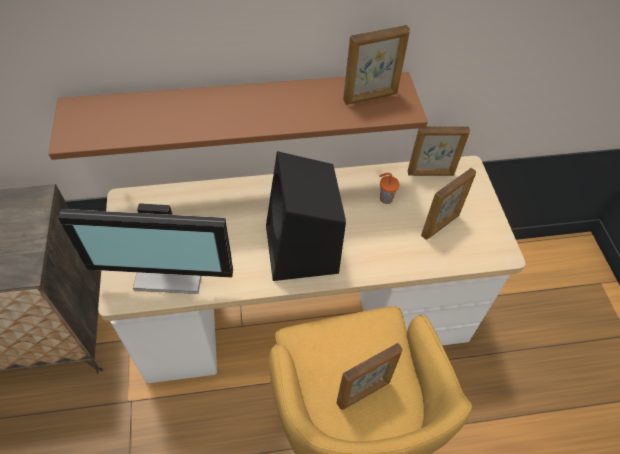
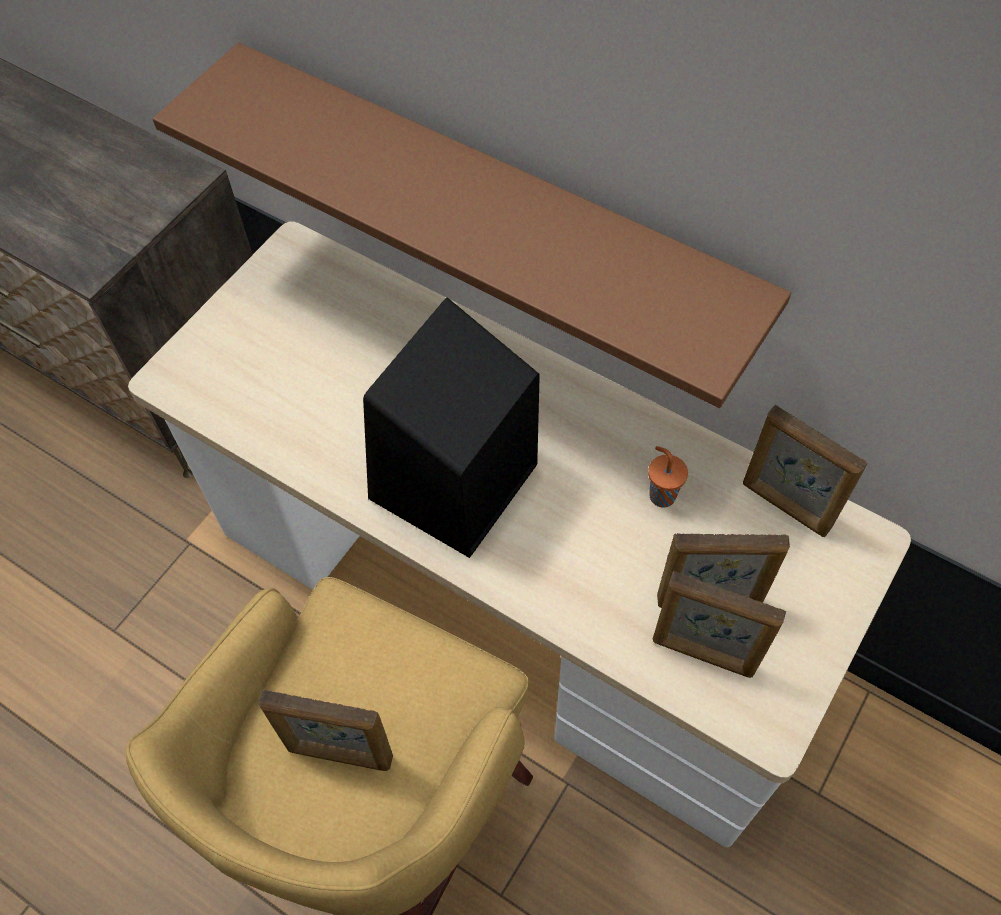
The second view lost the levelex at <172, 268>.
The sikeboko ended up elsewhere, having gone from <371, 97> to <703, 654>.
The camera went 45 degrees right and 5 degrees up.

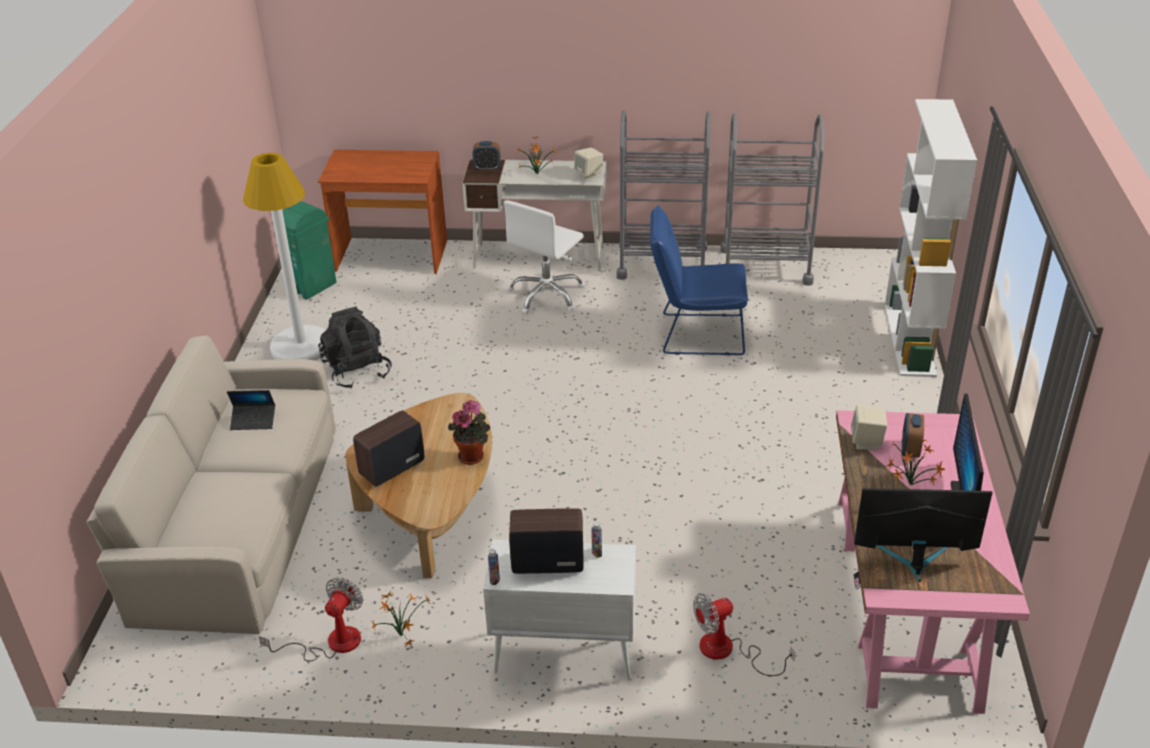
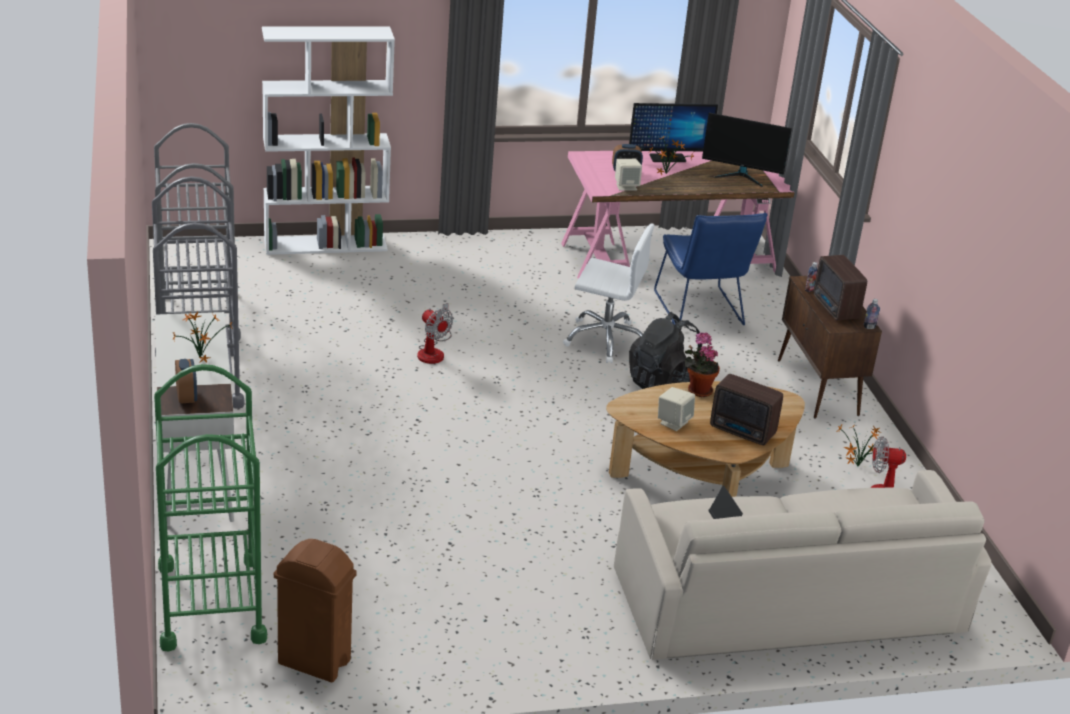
The second view lost the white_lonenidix at <301, 346>.
What was the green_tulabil at <314, 287> turned into the brown_tulabil at <313, 661>.
Where the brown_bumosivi stood at <391, 256>, the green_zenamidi came to stand at <211, 603>.
The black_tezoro ended up elsewhere, having gone from <357, 371> to <663, 383>.
What was the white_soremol at <562, 654> turned into the brown_soremol at <818, 388>.
The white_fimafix ended up elsewhere, having gone from <547, 295> to <606, 340>.
The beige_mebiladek ended up elsewhere, having gone from <589, 175> to <673, 422>.
The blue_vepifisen ended up elsewhere, having gone from <695, 334> to <700, 312>.
The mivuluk ended up elsewhere, having gone from <728, 651> to <433, 351>.
The levelex at <914, 560> ended up facing another way, 60 degrees counterclockwise from before.
The camera went 110 degrees left and 5 degrees down.

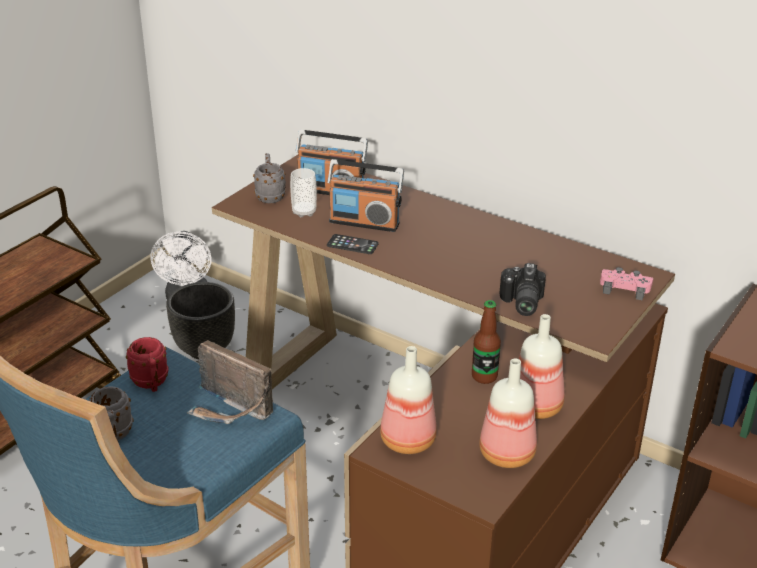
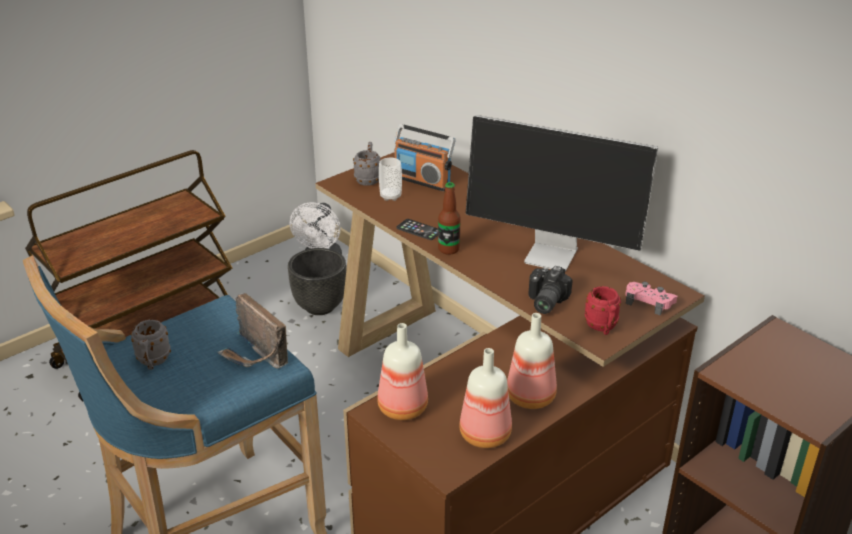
The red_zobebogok ended up elsewhere, having gone from <151, 384> to <602, 328>.
The second view lost the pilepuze at <364, 222>.
The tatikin ended up elsewhere, having gone from <484, 376> to <448, 249>.
The second view gained the levelex at <553, 255>.
The camera went 15 degrees right and 0 degrees up.

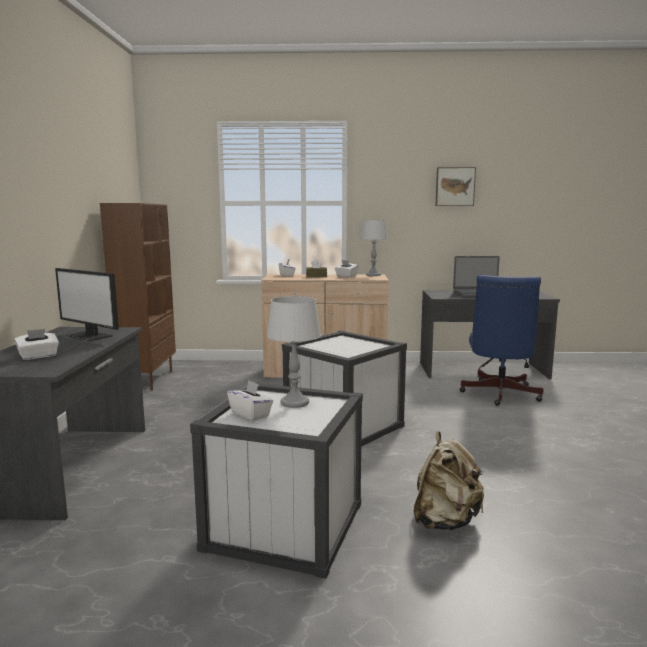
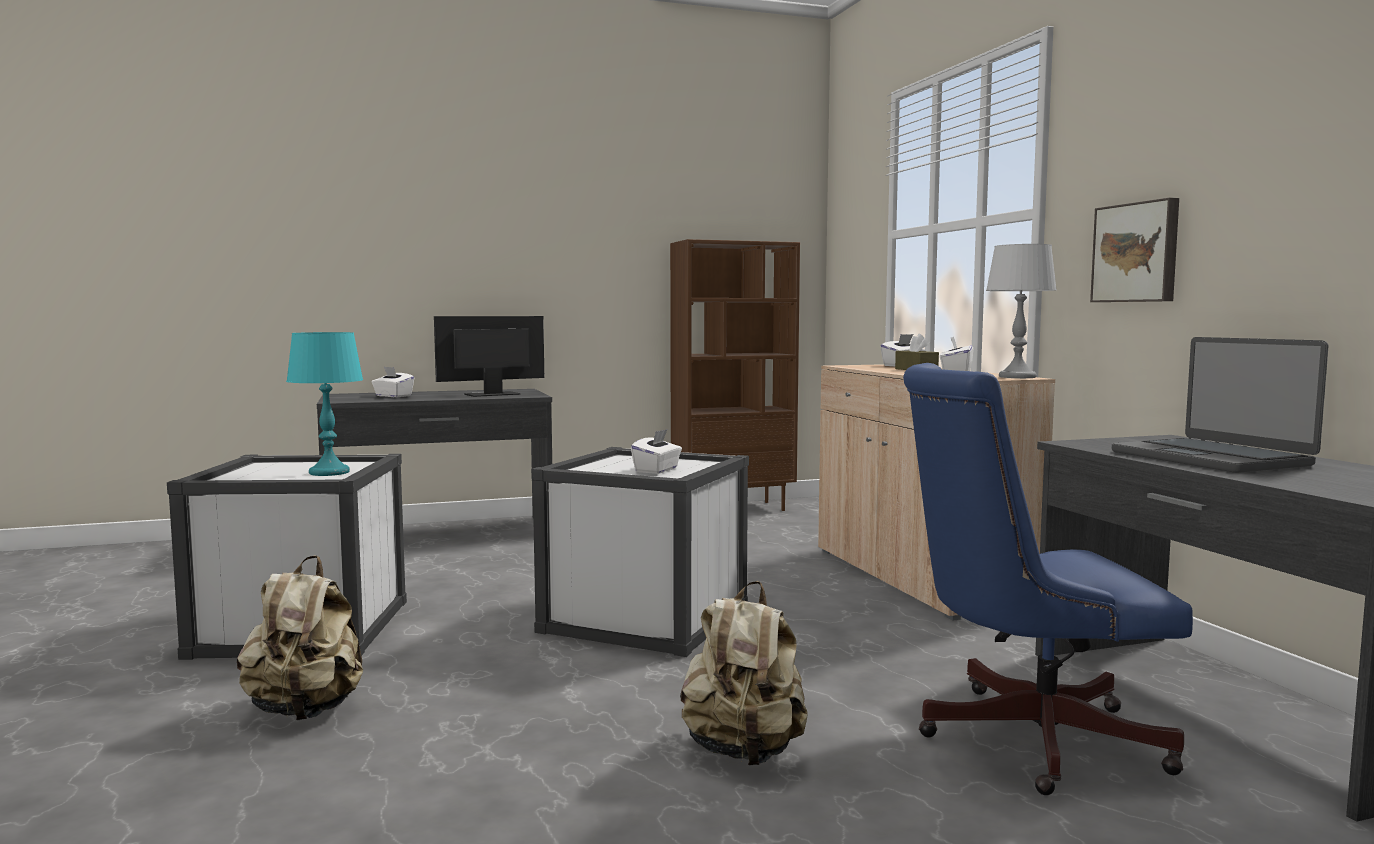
The levelex at <90, 336> ended up facing another way, 45 degrees clockwise from before.
The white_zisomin ended up elsewhere, having gone from <250, 414> to <657, 470>.
What was the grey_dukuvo at <295, 402> turned into the turquoise_dukuvo at <329, 472>.
The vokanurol ended up elsewhere, having gone from <455, 186> to <1137, 253>.
The second view gained the beige_tezoro at <744, 752>.
The camera went 70 degrees right and 5 degrees down.

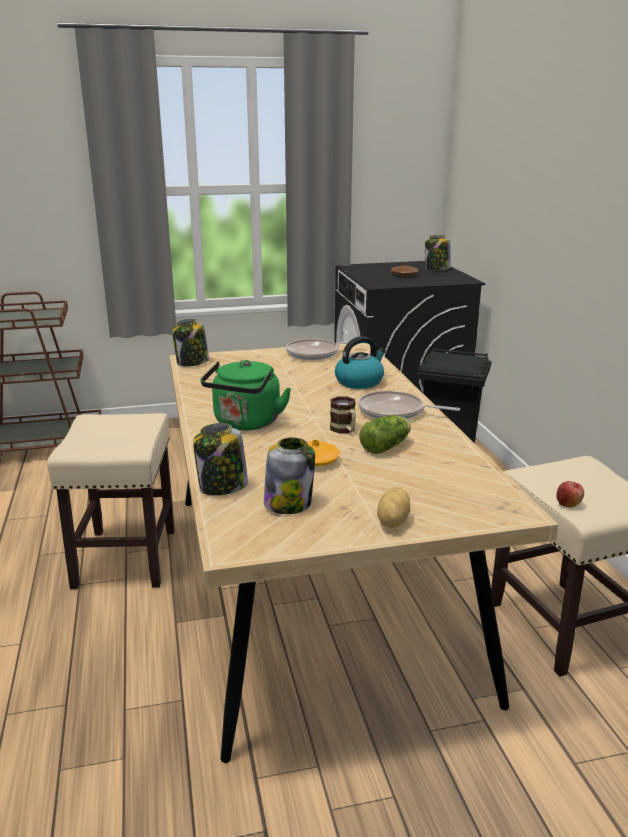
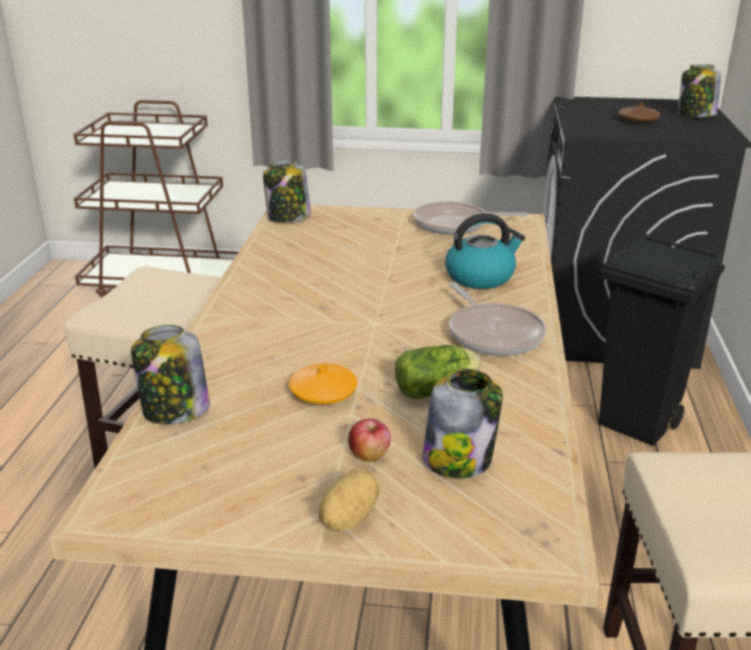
The second view lost the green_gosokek at <246, 424>.
The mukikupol ended up elsewhere, having gone from <289, 503> to <459, 459>.
The second view lost the zobebogok at <345, 430>.
The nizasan at <395, 412> ended up facing another way, 150 degrees counterclockwise from before.
The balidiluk ended up elsewhere, having gone from <568, 503> to <369, 454>.
The camera went 20 degrees right and 5 degrees up.

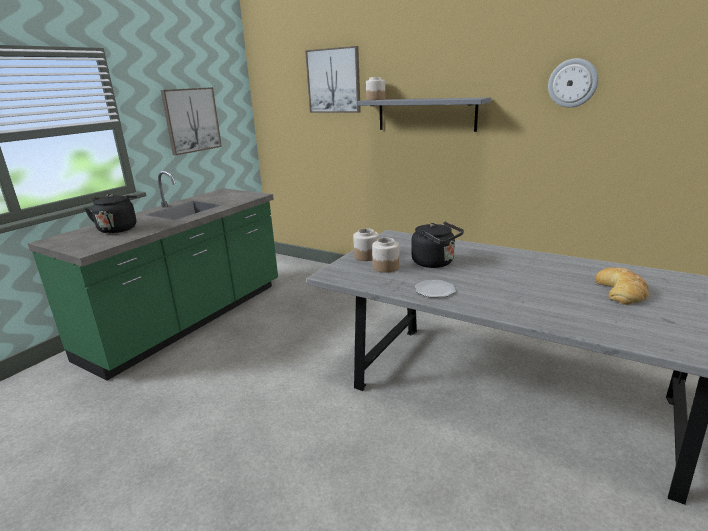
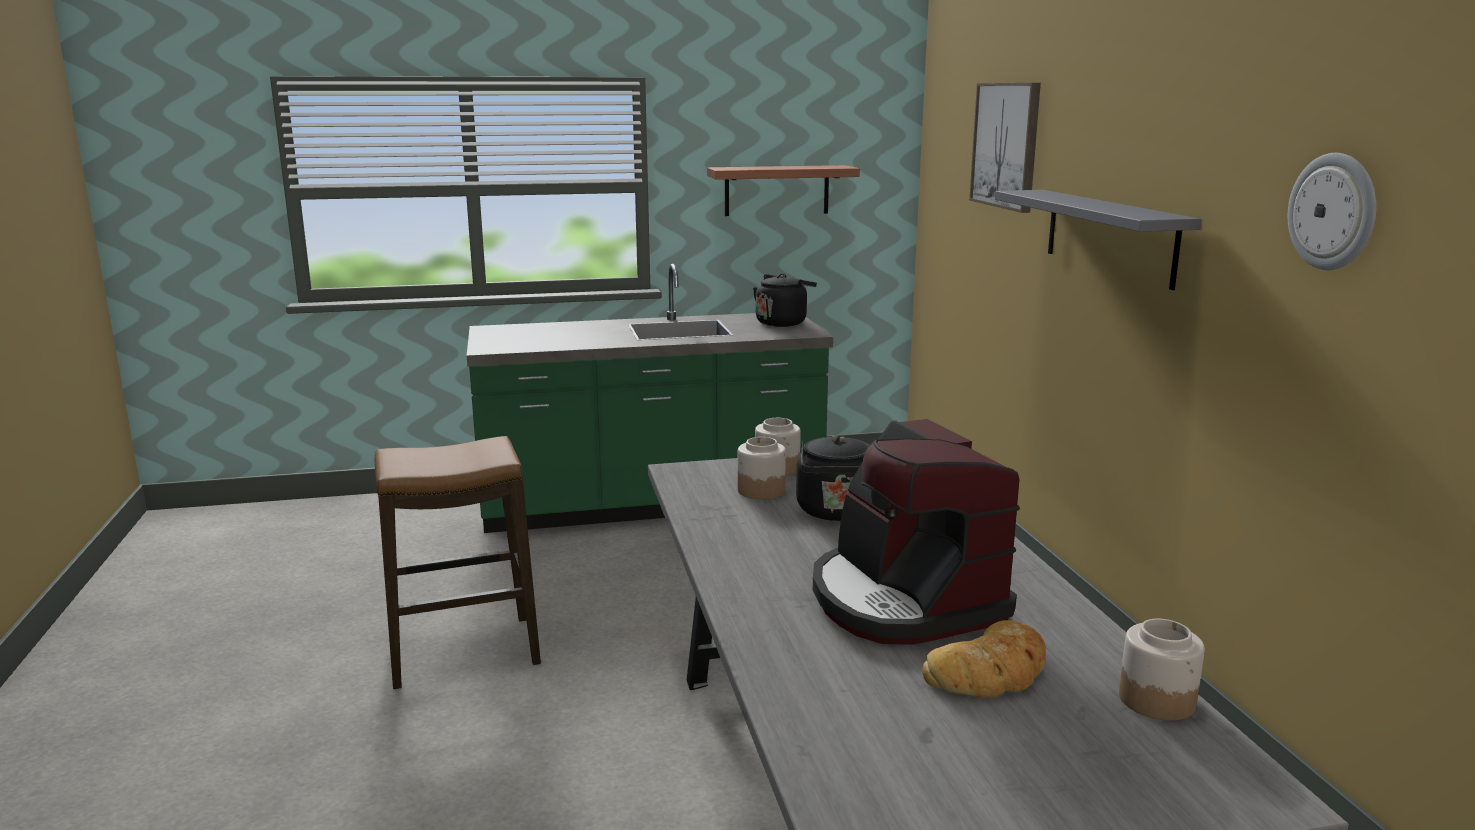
The black_gosokek ended up elsewhere, having gone from <118, 228> to <782, 322>.
Where the vokanurol hung at <191, 120>, the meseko came to hang at <776, 190>.
The mukikupol ended up elsewhere, having gone from <375, 99> to <1157, 700>.
The second view lost the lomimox at <434, 290>.
The second view gained the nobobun at <464, 652>.
The second view gained the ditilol at <904, 600>.
The camera went 45 degrees right and 5 degrees down.

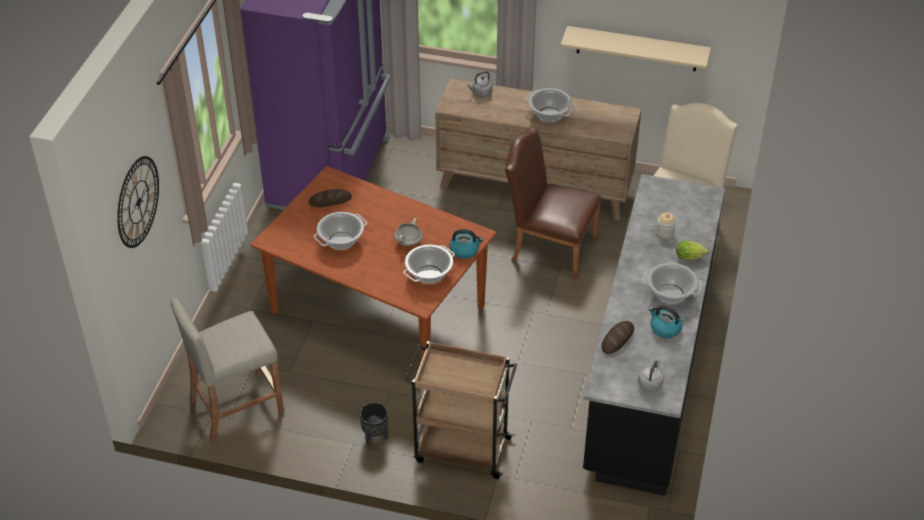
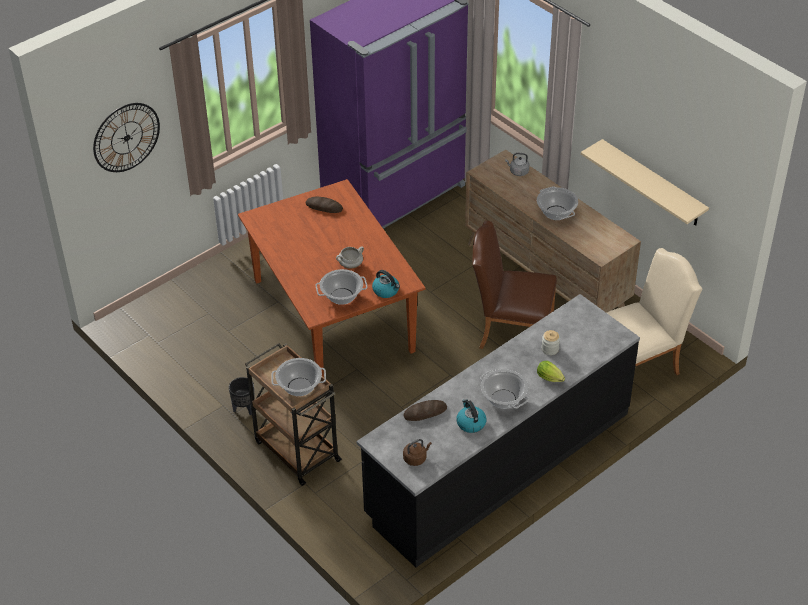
The second view lost the beige_nobobun at <236, 406>.
The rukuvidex ended up elsewhere, having gone from <341, 241> to <299, 387>.
The brown_vepifisen at <548, 247> ended up facing another way, 45 degrees counterclockwise from before.
What was the grey_gosokek at <650, 383> turned into the brown_gosokek at <416, 458>.
The camera went 35 degrees right and 0 degrees up.

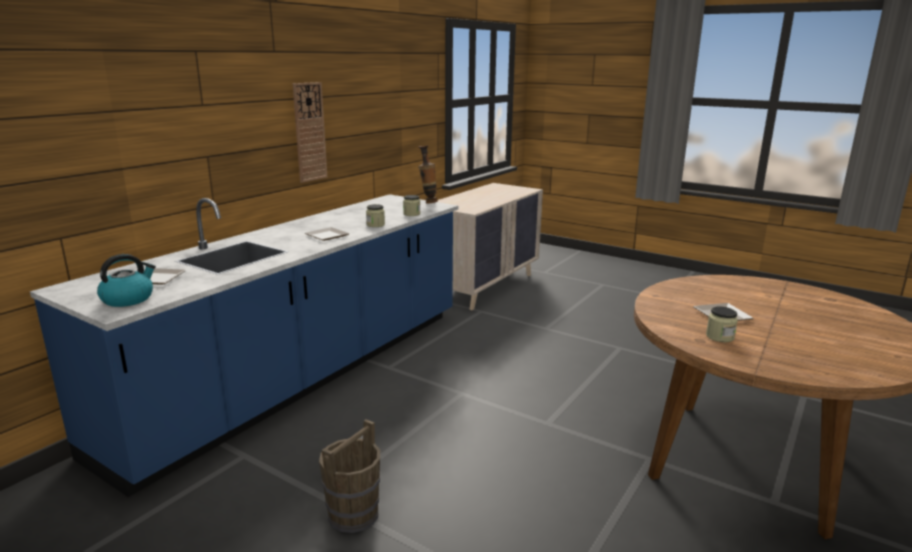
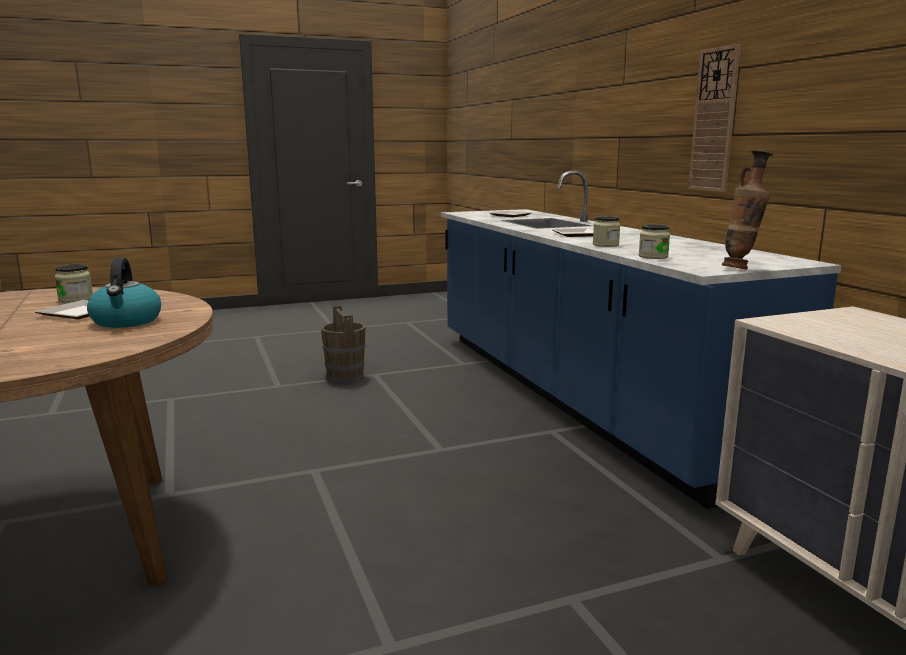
The gosokek ended up elsewhere, having gone from <128, 299> to <127, 321>.
The camera went 125 degrees right and 5 degrees down.

